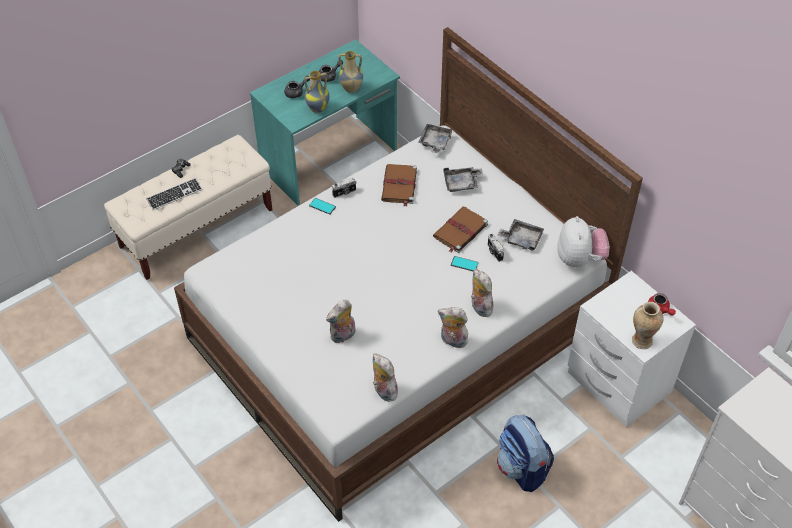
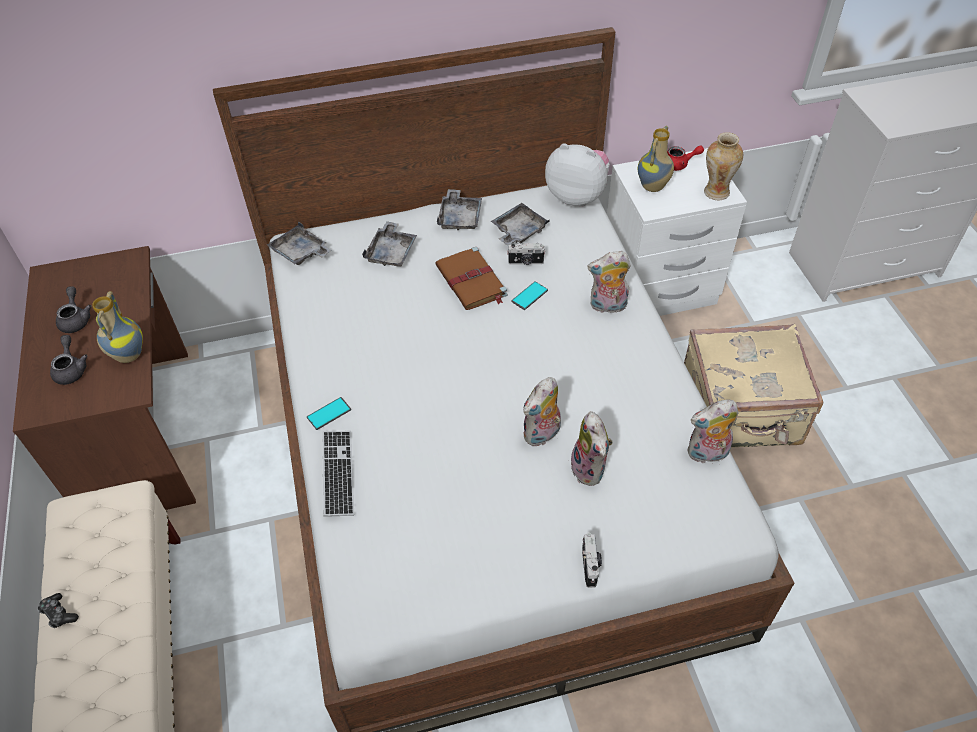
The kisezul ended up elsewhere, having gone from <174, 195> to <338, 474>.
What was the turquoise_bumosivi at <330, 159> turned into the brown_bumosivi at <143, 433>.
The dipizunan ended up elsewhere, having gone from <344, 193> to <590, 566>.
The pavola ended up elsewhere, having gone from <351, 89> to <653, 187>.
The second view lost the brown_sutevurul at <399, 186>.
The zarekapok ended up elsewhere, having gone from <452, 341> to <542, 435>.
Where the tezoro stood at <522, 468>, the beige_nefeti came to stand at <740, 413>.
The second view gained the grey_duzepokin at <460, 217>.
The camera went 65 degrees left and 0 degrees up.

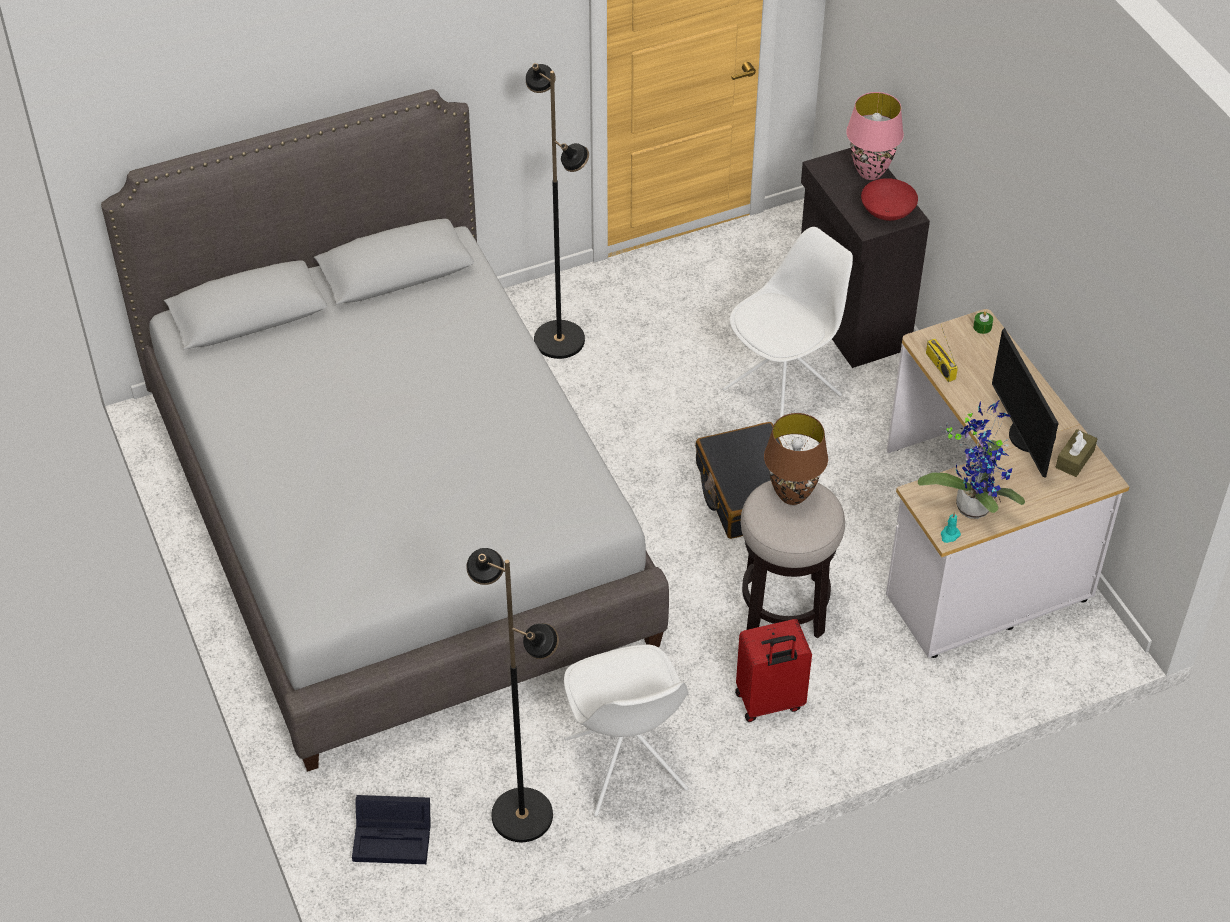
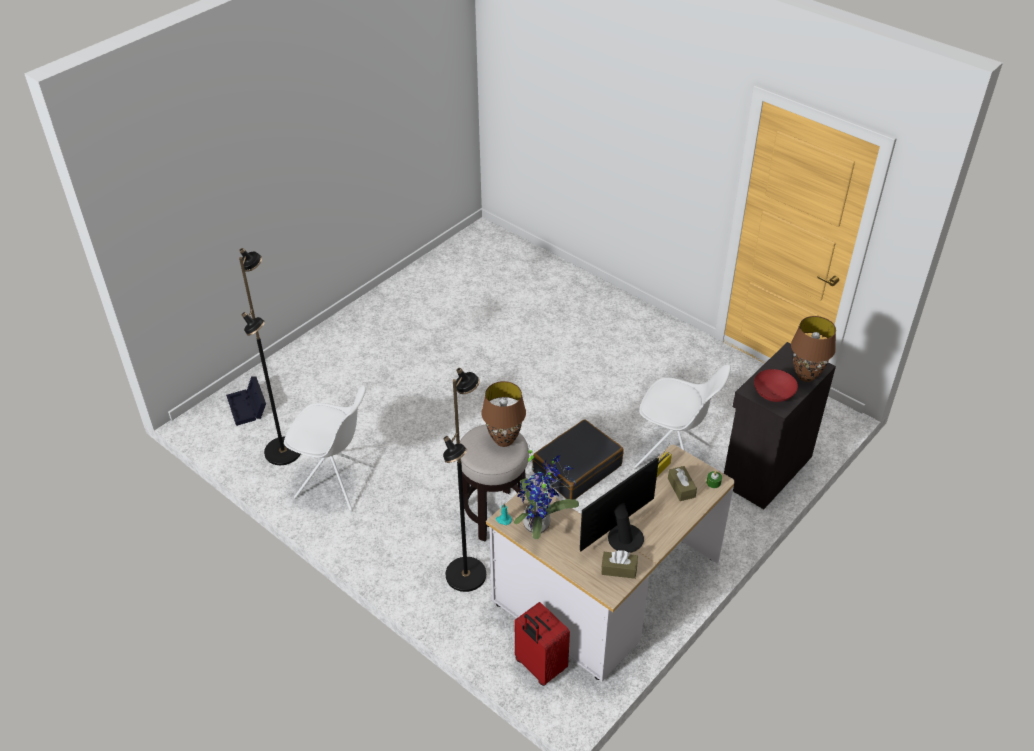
The second view lost the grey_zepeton at <396, 518>.
The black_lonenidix ended up elsewhere, having gone from <560, 339> to <467, 575>.
The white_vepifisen at <626, 766> ended up facing another way, 120 degrees counterclockwise from before.
The red_nefeti ended up elsewhere, having gone from <769, 702> to <539, 666>.
What was the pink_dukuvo at <869, 172> turned into the brown_dukuvo at <806, 375>.
The second view gained the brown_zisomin at <681, 488>.
The camera went 65 degrees right and 5 degrees down.

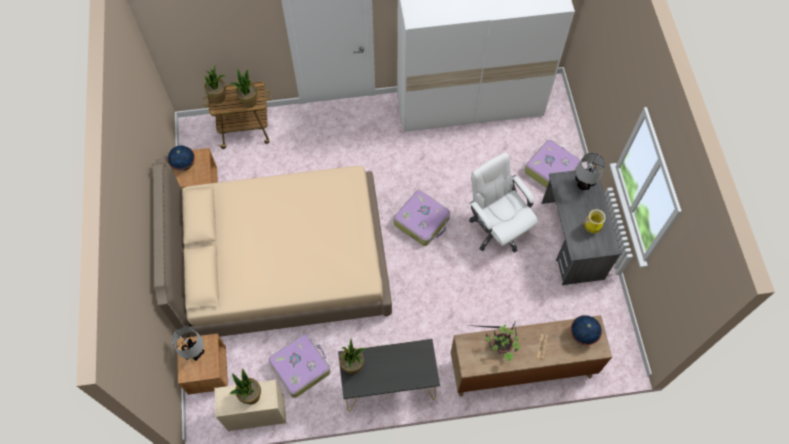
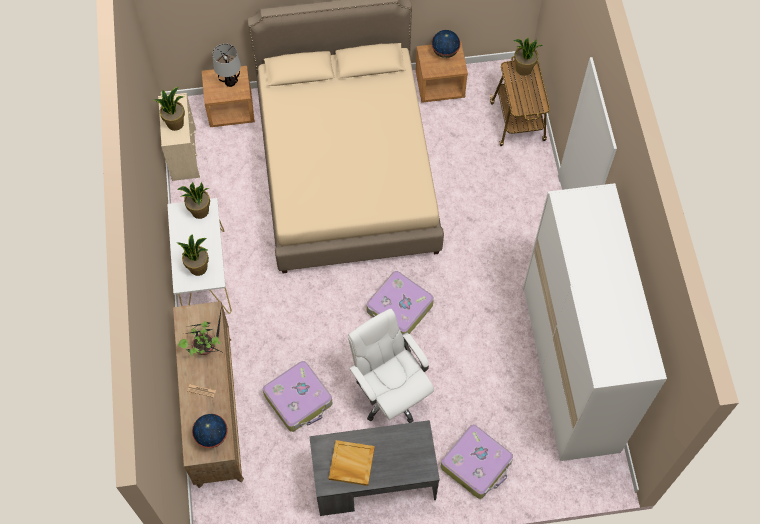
The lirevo ended up elsewhere, having gone from <249, 102> to <198, 267>.
The nefeti ended up elsewhere, having gone from <300, 367> to <299, 399>.
What was the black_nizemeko at <388, 385> turned into the white_nizemeko at <204, 273>.
The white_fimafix at <497, 229> ended up facing another way, 90 degrees counterclockwise from before.
The second view lost the dukuvo at <583, 185>.
Where the pavola stood at <591, 229>, the beige_duzepokin came to stand at <351, 464>.
The camera went 90 degrees right and 0 degrees up.

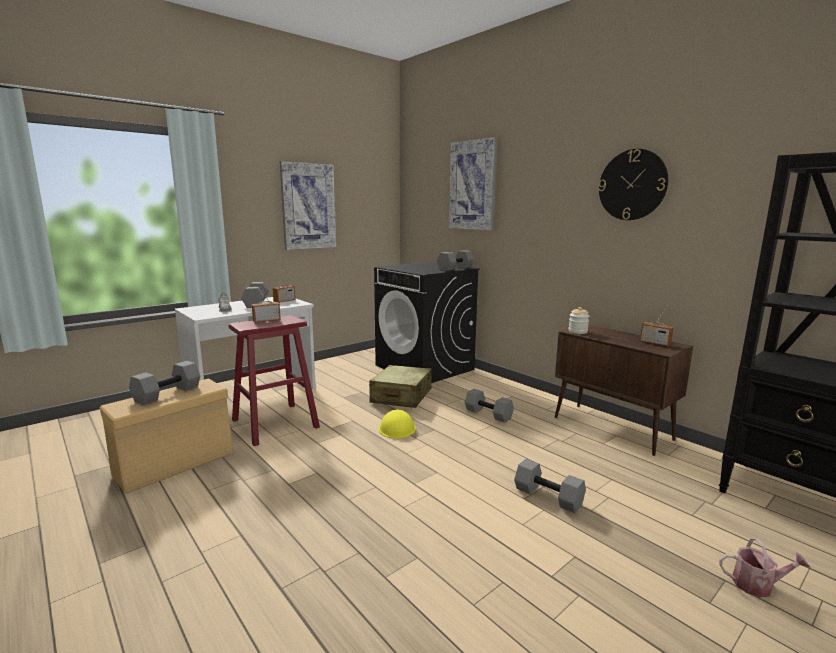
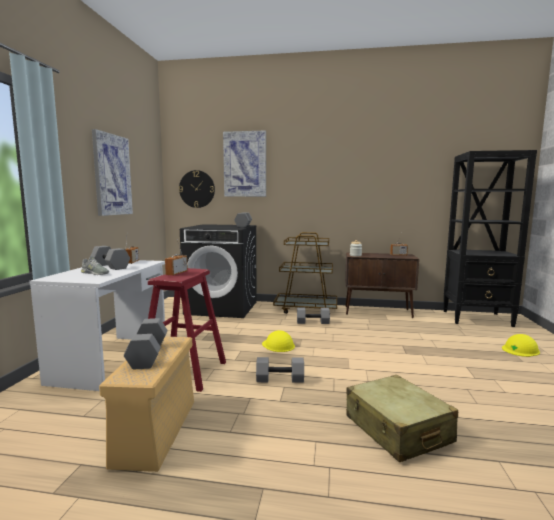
The beige_nefeti ended up elsewhere, having gone from <401, 396> to <397, 429>.
The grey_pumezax ended up elsewhere, having gone from <547, 497> to <279, 380>.
The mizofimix ended up elsewhere, having gone from <632, 185> to <197, 189>.
Where the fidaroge stood at <757, 585>, the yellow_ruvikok came to stand at <520, 349>.
The second view gained the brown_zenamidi at <306, 309>.
The camera went 40 degrees left and 5 degrees down.

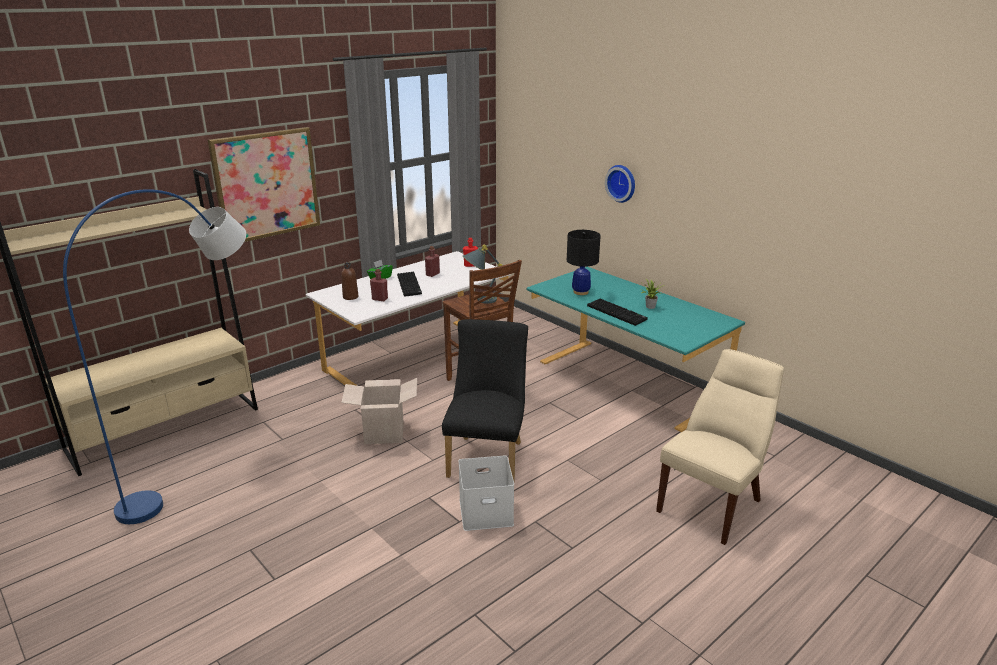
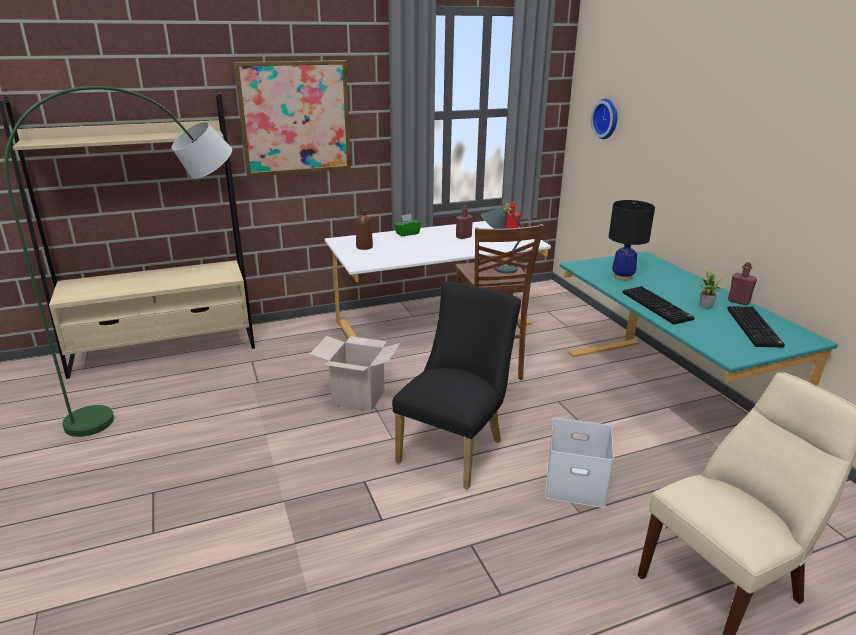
What was the blue_lonenidix at <206, 466> turned into the green_lonenidix at <174, 393>.
The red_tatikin ended up elsewhere, having gone from <380, 299> to <738, 301>.
The kisezul ended up elsewhere, having gone from <410, 285> to <755, 328>.
The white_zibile ended up elsewhere, having gone from <487, 511> to <576, 483>.
The mizofimix ended up elsewhere, having gone from <622, 183> to <607, 118>.
The camera went 20 degrees right and 0 degrees up.

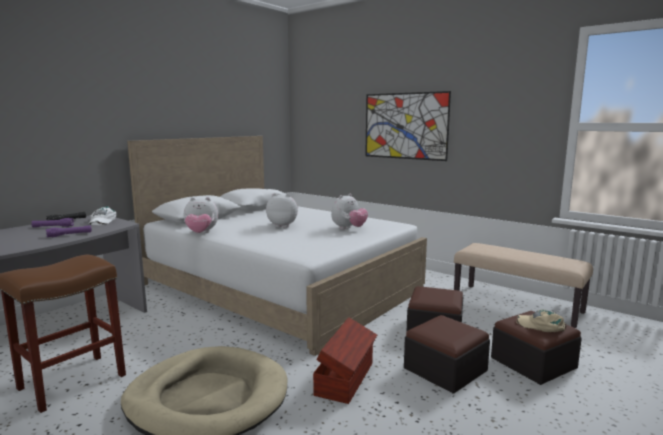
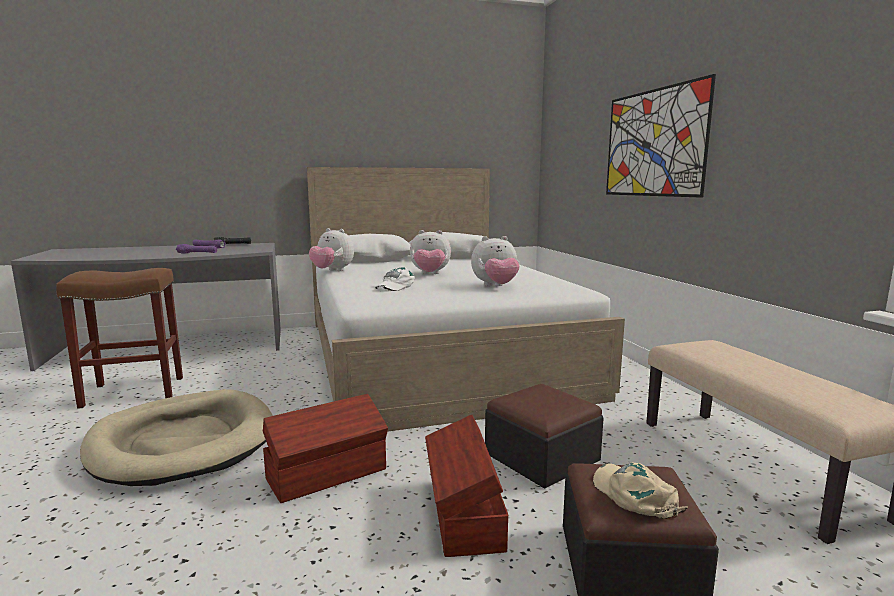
The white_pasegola ended up elsewhere, having gone from <102, 221> to <394, 286>.
The zarekapok at <283, 225> ended up facing another way, 135 degrees clockwise from before.
Where the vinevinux stood at <445, 369>, the brown_zibile came to stand at <464, 514>.
The camera went 35 degrees right and 0 degrees up.

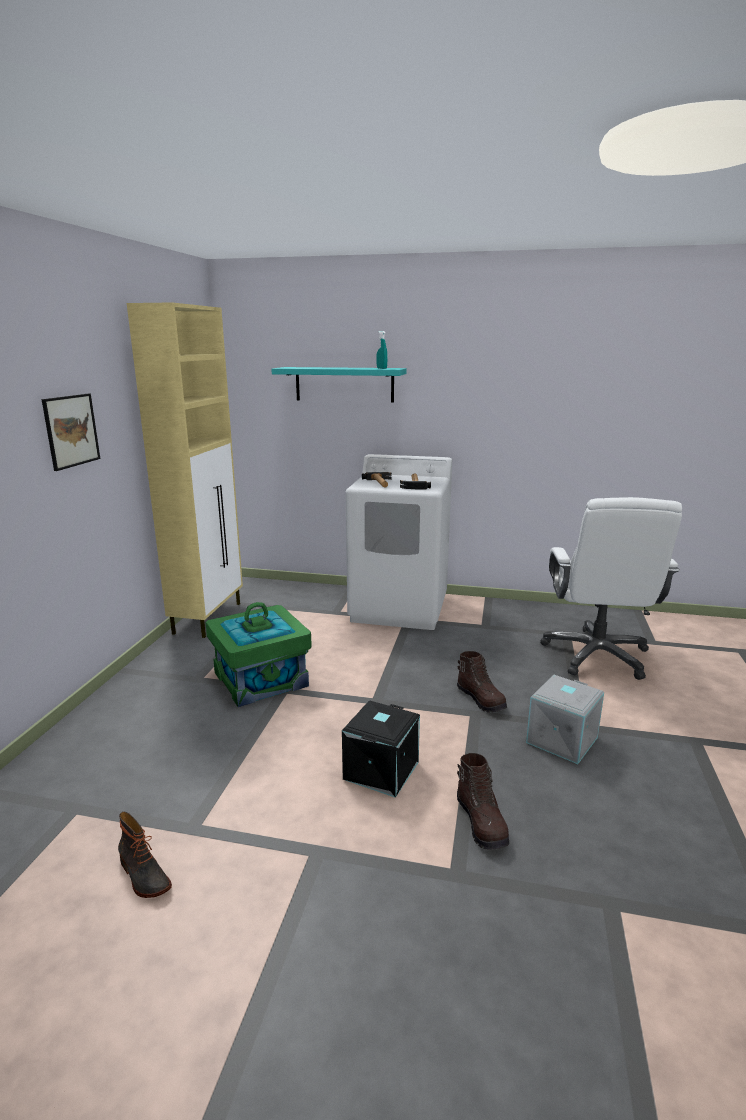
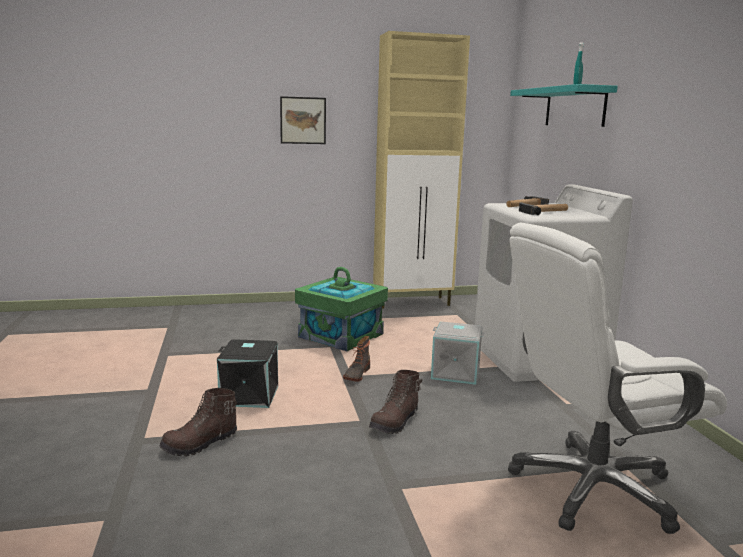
The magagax ended up elsewhere, having gone from <143, 876> to <356, 374>.
The grey_zibile ended up elsewhere, having gone from <561, 739> to <456, 372>.
The camera went 65 degrees right and 5 degrees down.

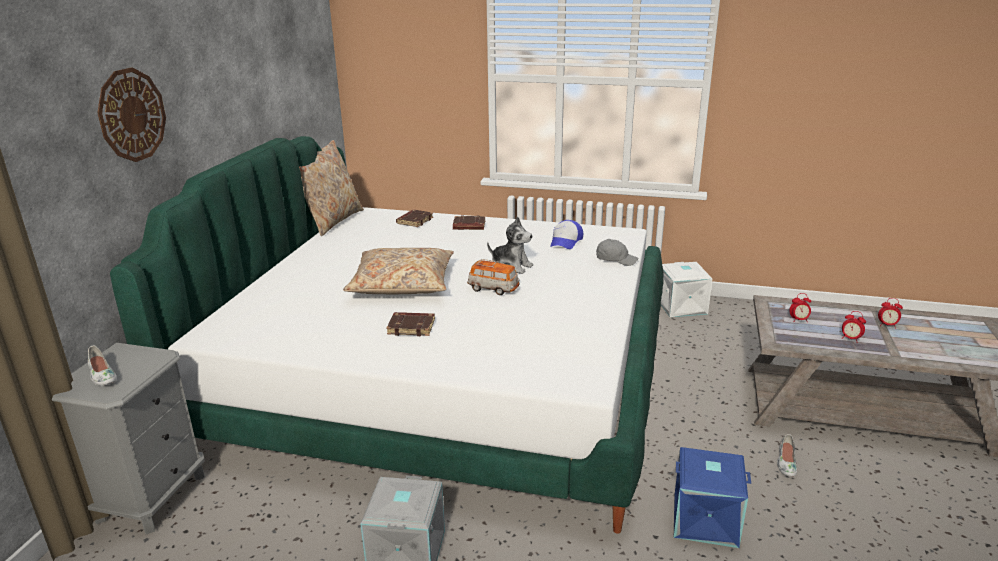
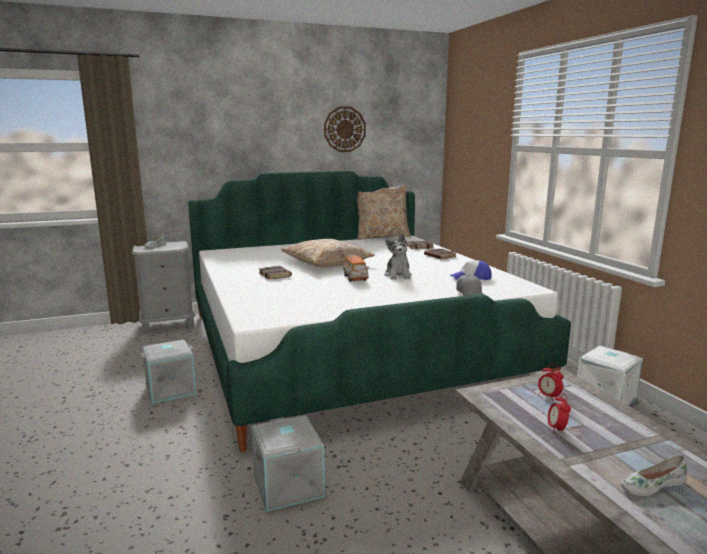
The mizofimix ended up elsewhere, having gone from <132, 115> to <344, 129>.
What was the blue_zibile at <706, 519> turned into the grey_zibile at <290, 486>.
The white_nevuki ended up elsewhere, having gone from <786, 462> to <651, 485>.
The second view lost the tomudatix at <887, 325>.
The camera went 55 degrees right and 10 degrees down.

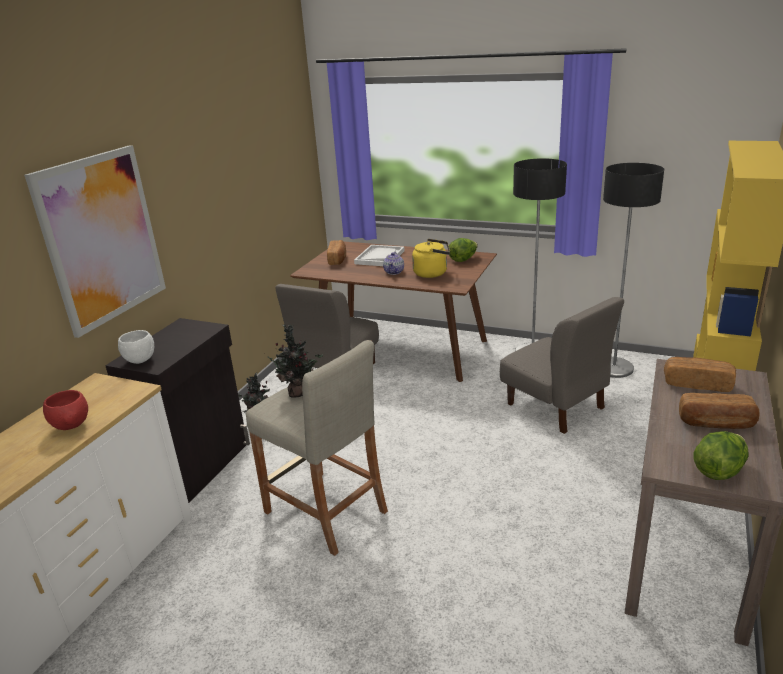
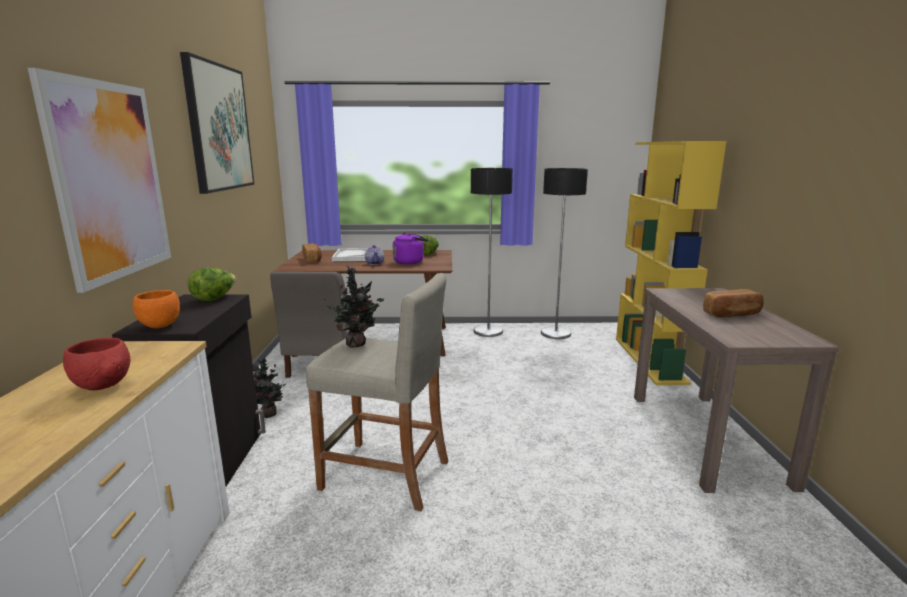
What was the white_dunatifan at <140, 360> turned into the orange_dunatifan at <159, 326>.
What was the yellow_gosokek at <432, 273> turned into the purple_gosokek at <410, 262>.
The second view lost the grey_vepifisen at <555, 406>.
The second view lost the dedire at <697, 384>.
The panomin ended up elsewhere, having gone from <718, 470> to <214, 298>.
The second view gained the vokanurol at <219, 127>.
The camera went 25 degrees left and 10 degrees down.

